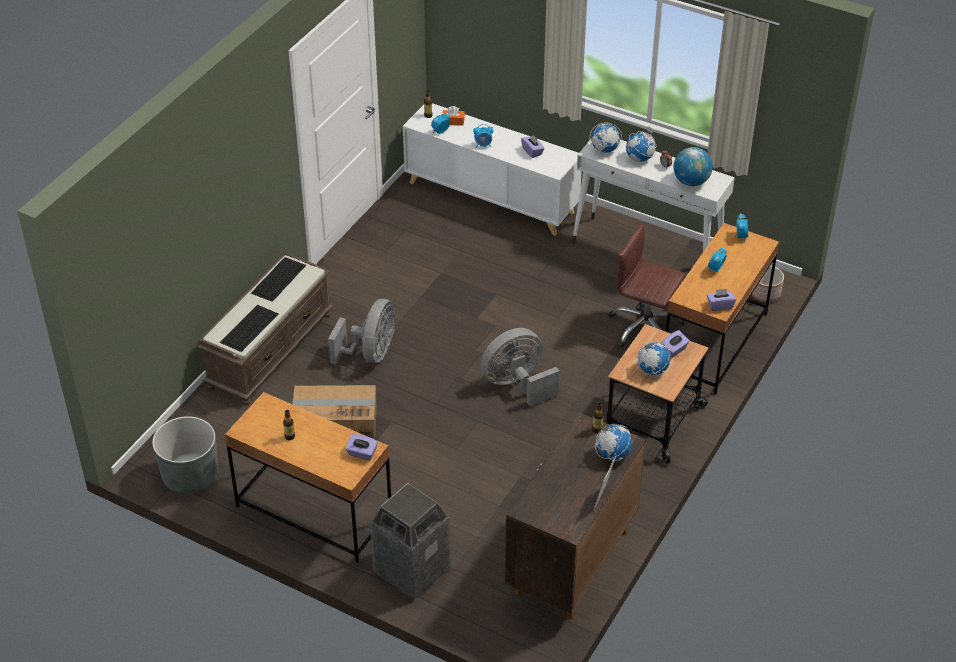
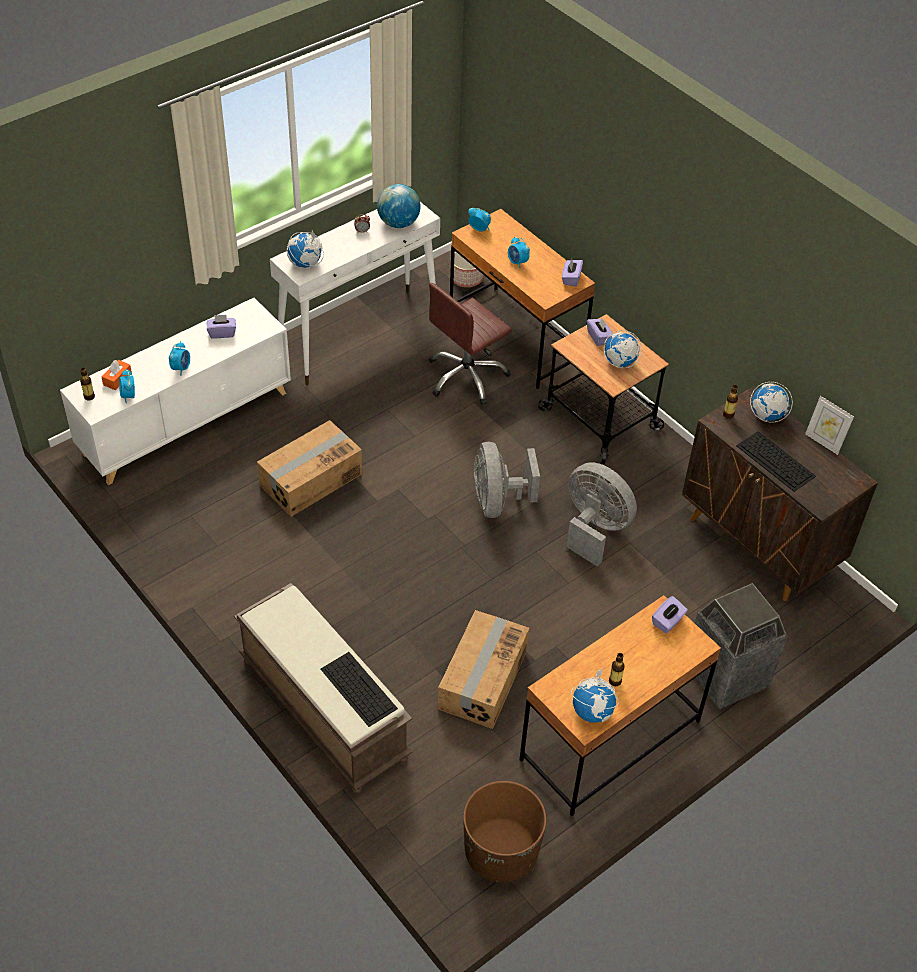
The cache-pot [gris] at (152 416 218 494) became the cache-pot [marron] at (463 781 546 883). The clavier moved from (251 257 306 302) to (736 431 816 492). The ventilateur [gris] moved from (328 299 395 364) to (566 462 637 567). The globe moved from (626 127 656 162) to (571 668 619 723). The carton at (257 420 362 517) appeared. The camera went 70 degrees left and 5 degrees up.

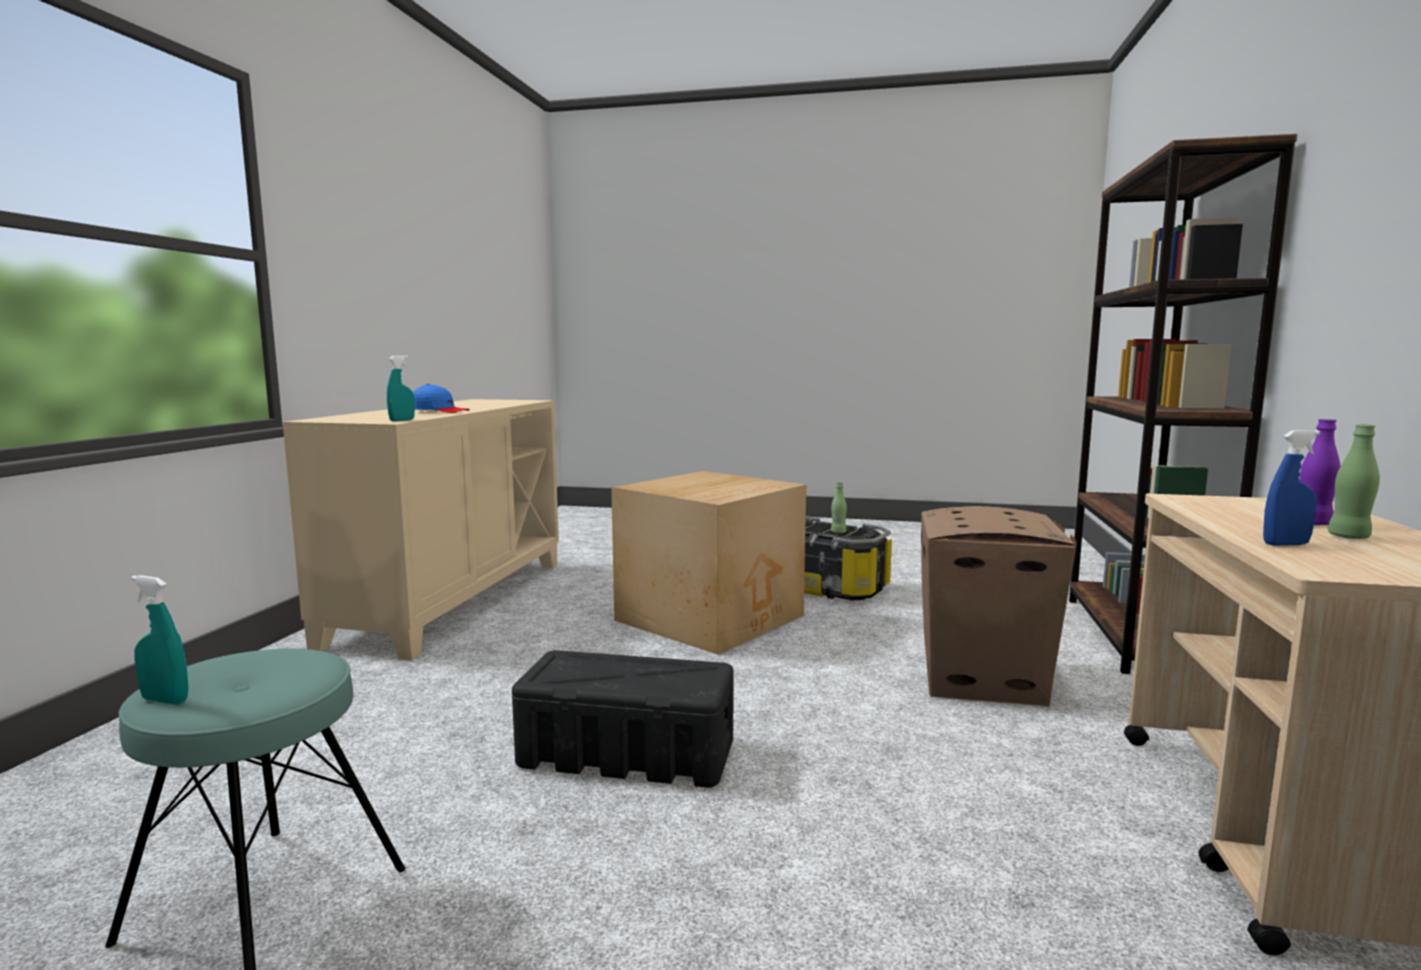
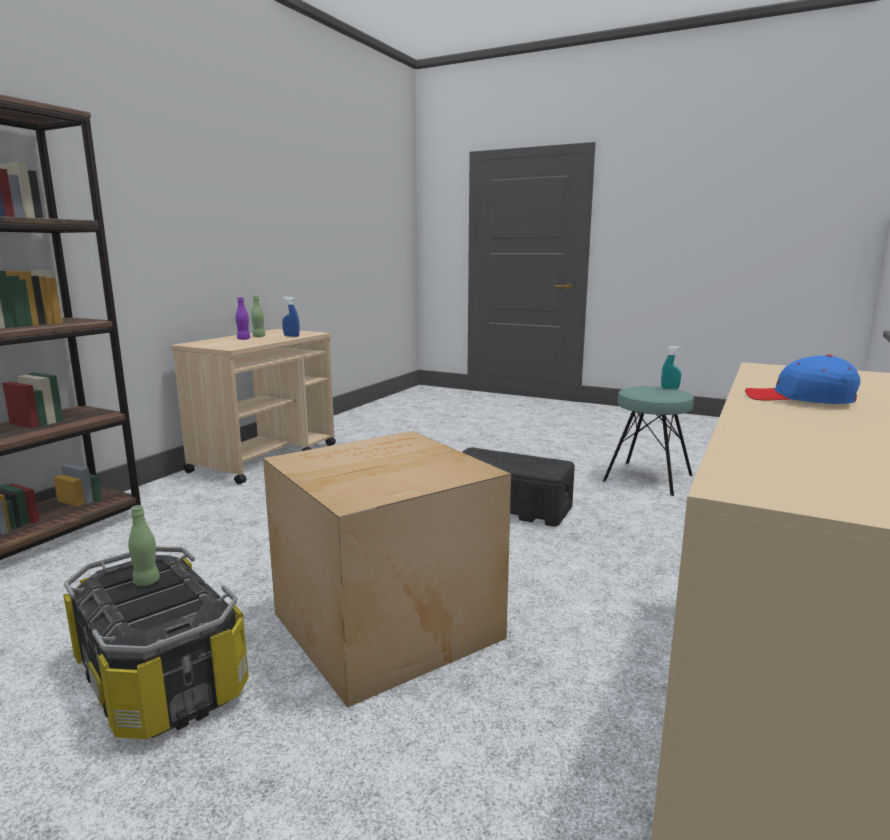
The vaporisateur [turquoise] at (387 355 415 421) disappeared. The carton at (921 506 1077 707) disappeared. The camera went 165 degrees left and 5 degrees up.

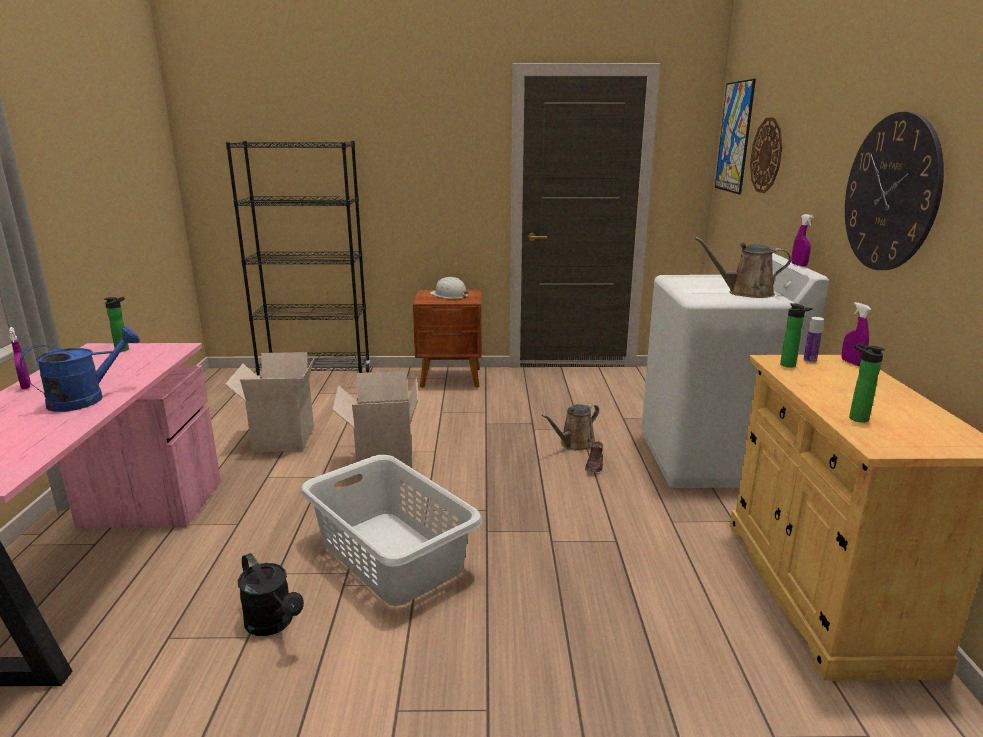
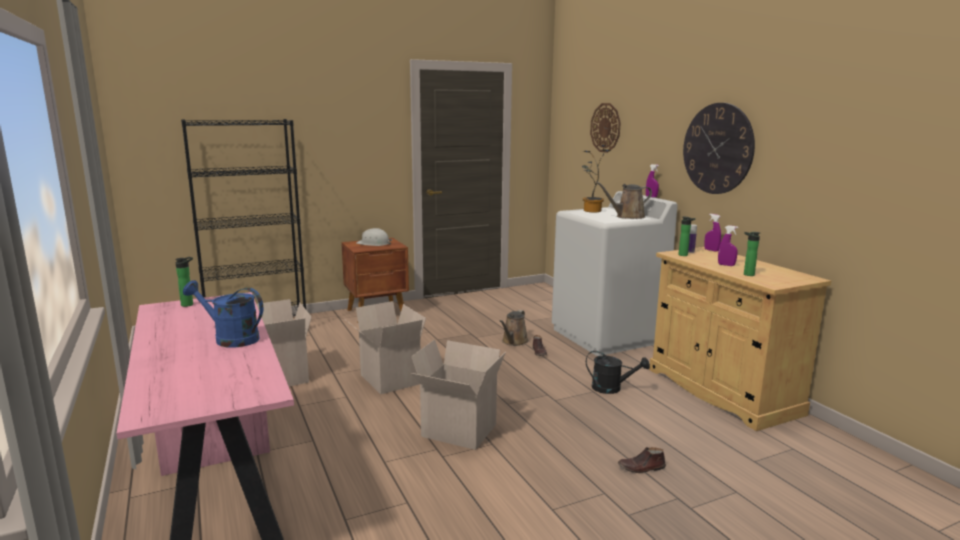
The vaporisateur [violet] moved from (9 327 31 389) to (718 225 738 266). The arrosoir [bleu] at (20 327 140 412) turned 90 degrees counterclockwise. The arrosoir [noir] moved from (238 553 304 636) to (586 351 650 394). The panier à linge [gris] at (300 455 482 606) was replaced by the carton at (411 339 506 450). The tableau at (715 79 756 194) disappeared. The plante en pot at (582 145 611 212) appeared. The chaussure [marron] at (618 447 666 473) appeared. The camera went 25 degrees left and 5 degrees down.

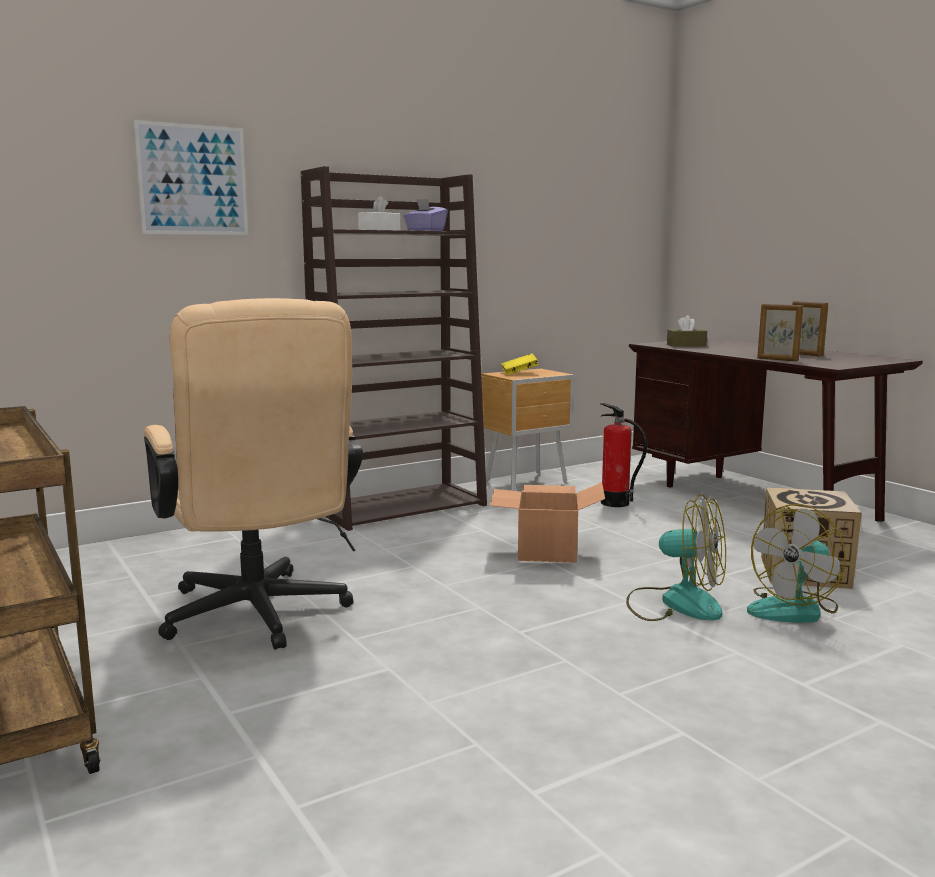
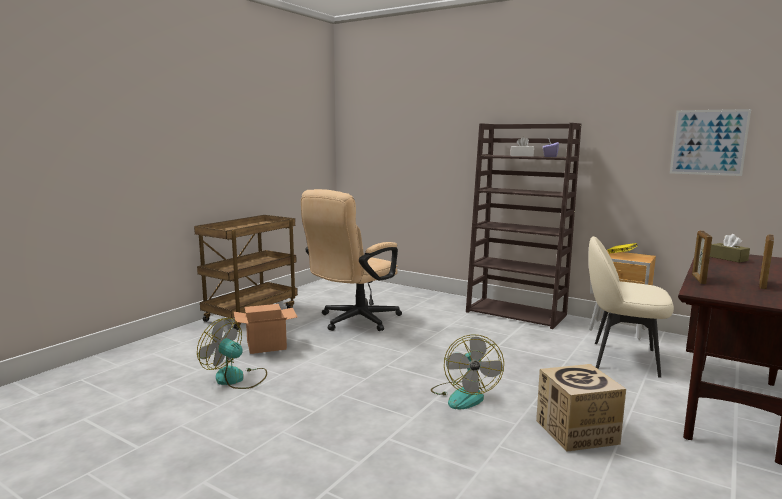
The tableau moved from (134 120 248 235) to (670 109 751 176). The carton moved from (490 482 605 563) to (234 304 298 354). The extincteur at (600 403 647 507) was replaced by the chaise [beige] at (588 236 674 378). The ventilateur moved from (747 504 845 623) to (197 318 267 389). The camera went 65 degrees right and 0 degrees up.

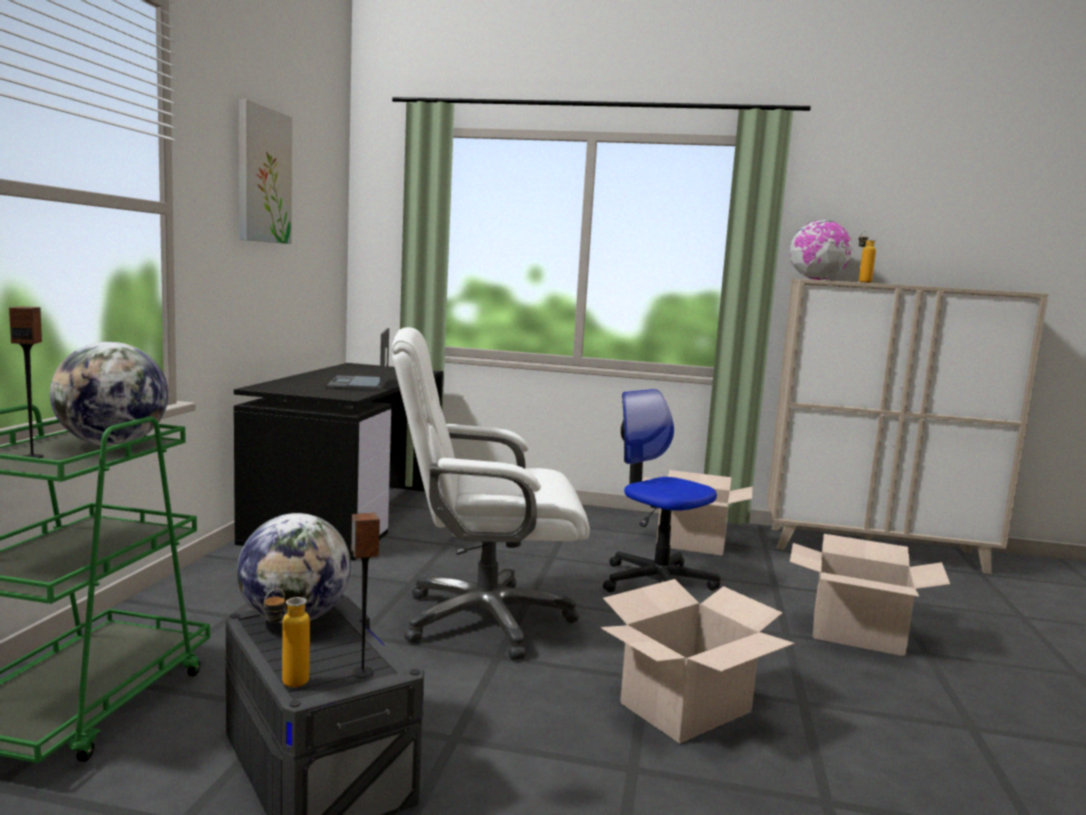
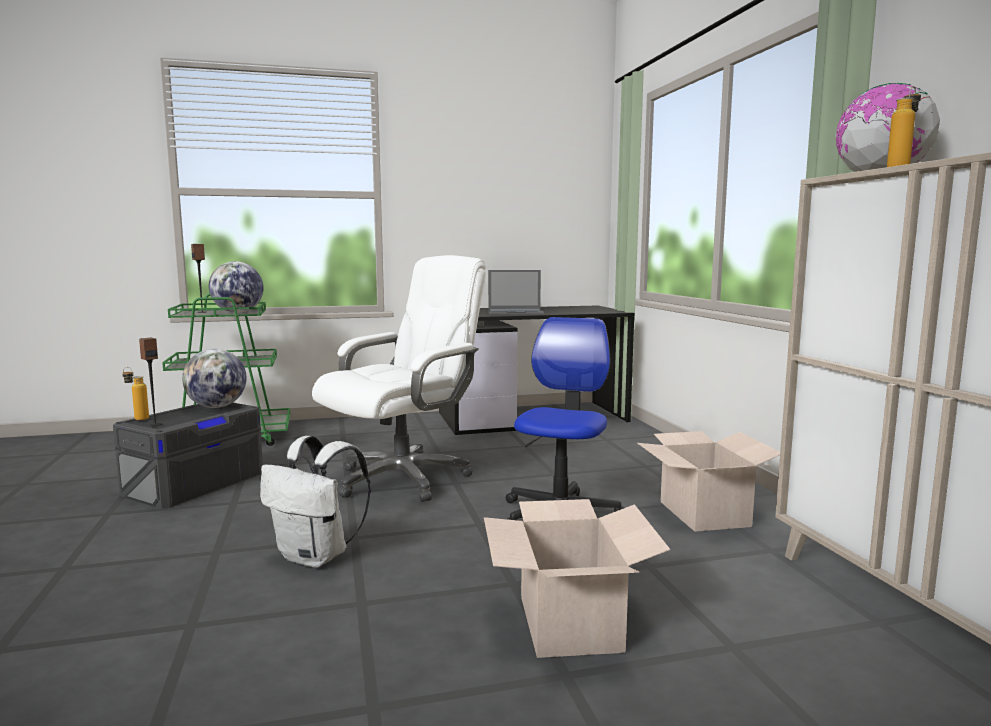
The tableau at (239 99 292 244) disappeared. The ordinateur portable at (326 328 389 390) turned 150 degrees counterclockwise. The chaise de bureau [blanc] at (392 327 590 660) turned 75 degrees clockwise. The carton at (600 579 795 743) was replaced by the sac à dos [blanc] at (260 436 371 568). The camera went 65 degrees right and 0 degrees up.

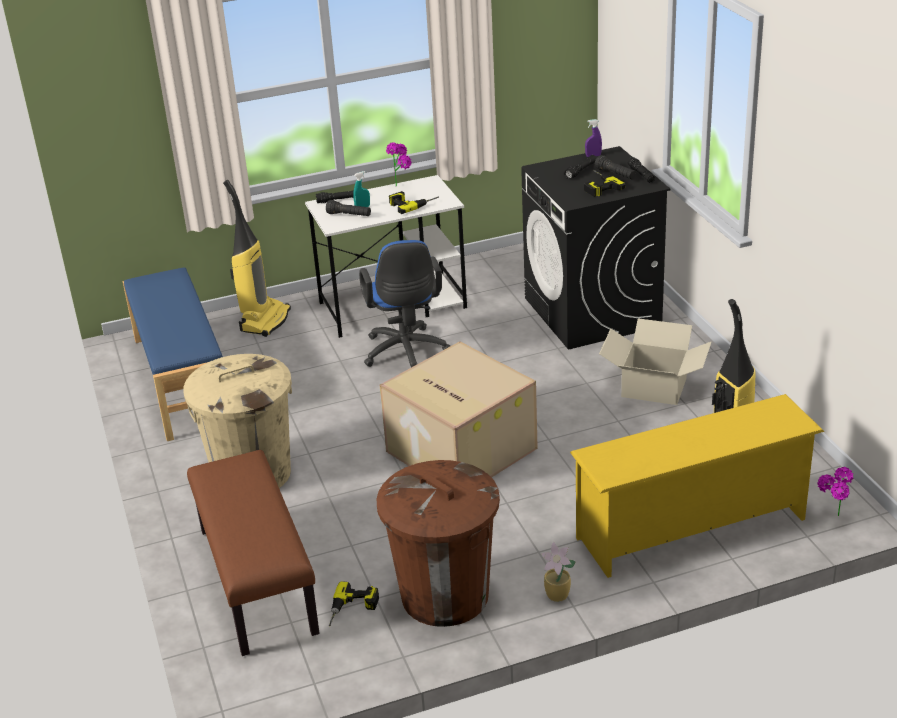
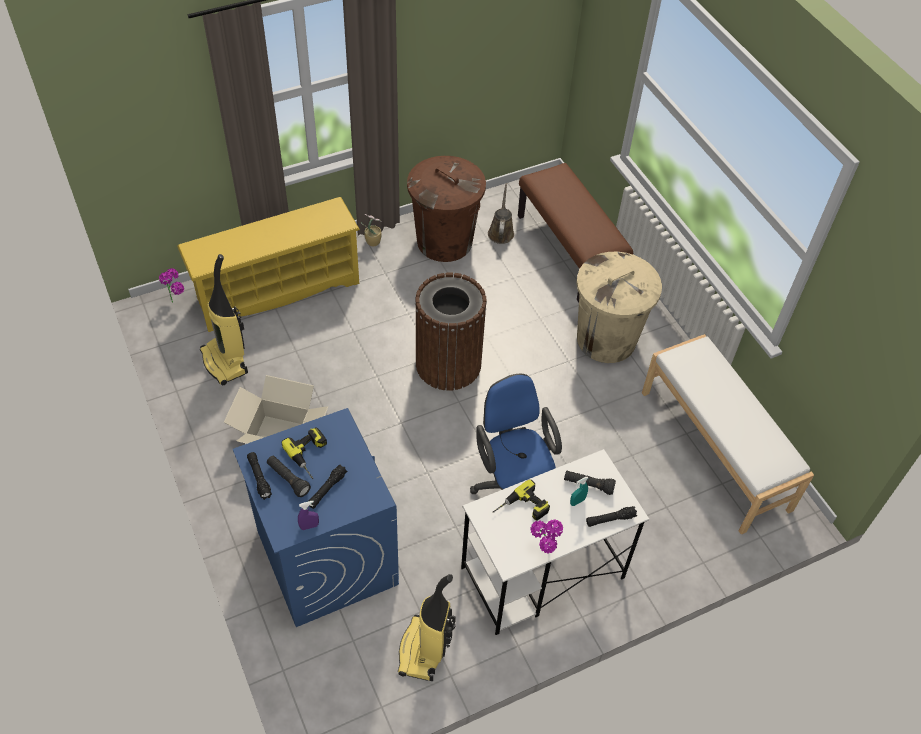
The banc [bleu] at (123 267 223 441) became the banc [blanc] at (642 334 814 535). The aspirateur moved from (223 180 291 337) to (398 574 456 681). The perceuse at (329 581 379 627) was replaced by the arrosoir [marron] at (488 183 514 244). The carton at (380 341 538 478) was replaced by the poubelle [marron] at (415 272 487 391). The lave-linge [noir] at (521 146 671 349) became the lave-linge [bleu] at (233 408 399 627). The camera went 170 degrees right and 20 degrees up.

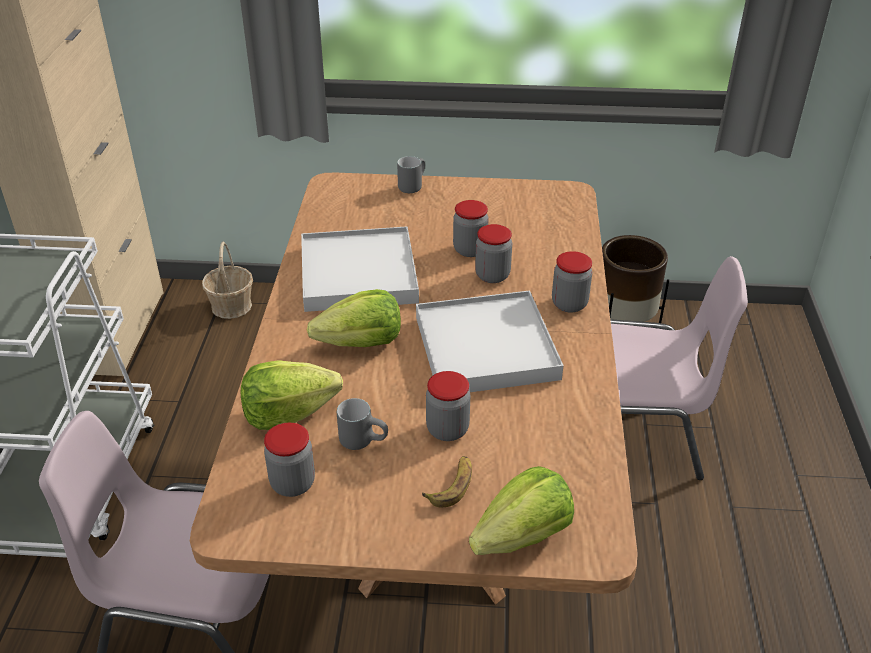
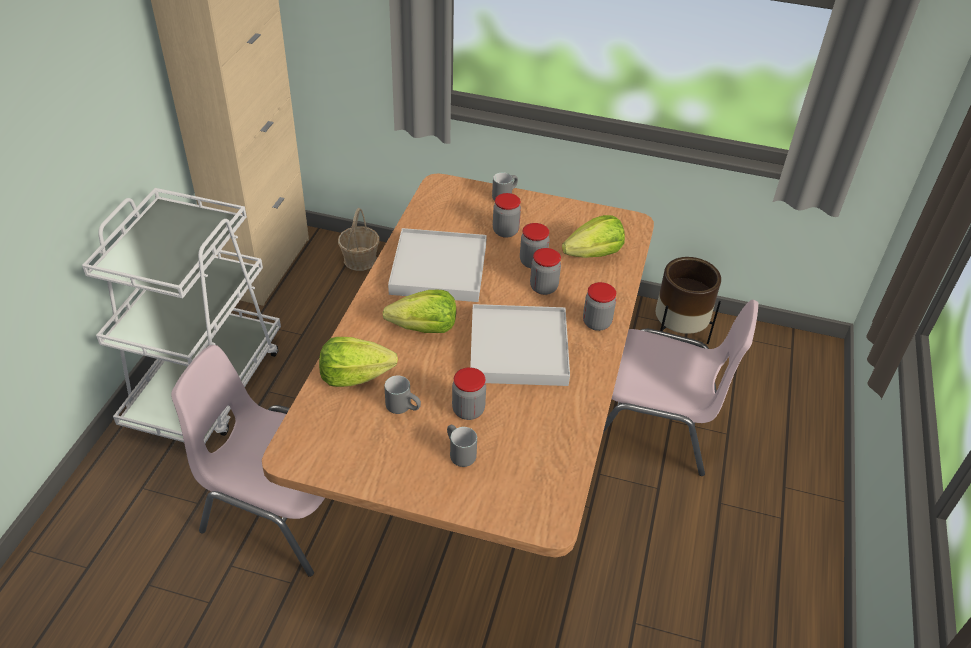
The bocal moved from (264 423 315 497) to (493 193 521 238). The banane at (422 456 472 507) was replaced by the mug [gris] at (447 425 477 467). The laitue moved from (469 466 574 555) to (562 215 625 258). The camera went 10 degrees right and 5 degrees up.

